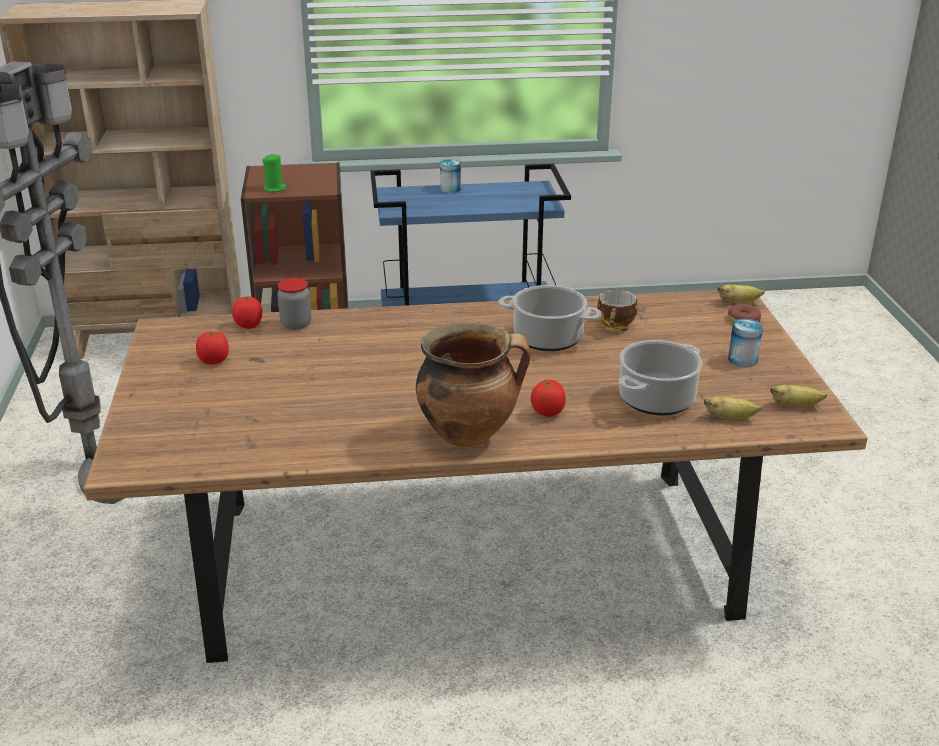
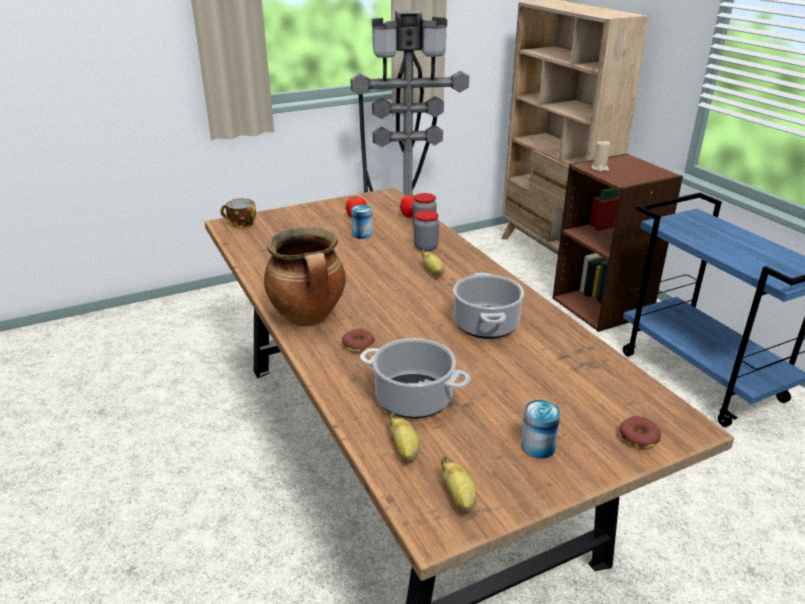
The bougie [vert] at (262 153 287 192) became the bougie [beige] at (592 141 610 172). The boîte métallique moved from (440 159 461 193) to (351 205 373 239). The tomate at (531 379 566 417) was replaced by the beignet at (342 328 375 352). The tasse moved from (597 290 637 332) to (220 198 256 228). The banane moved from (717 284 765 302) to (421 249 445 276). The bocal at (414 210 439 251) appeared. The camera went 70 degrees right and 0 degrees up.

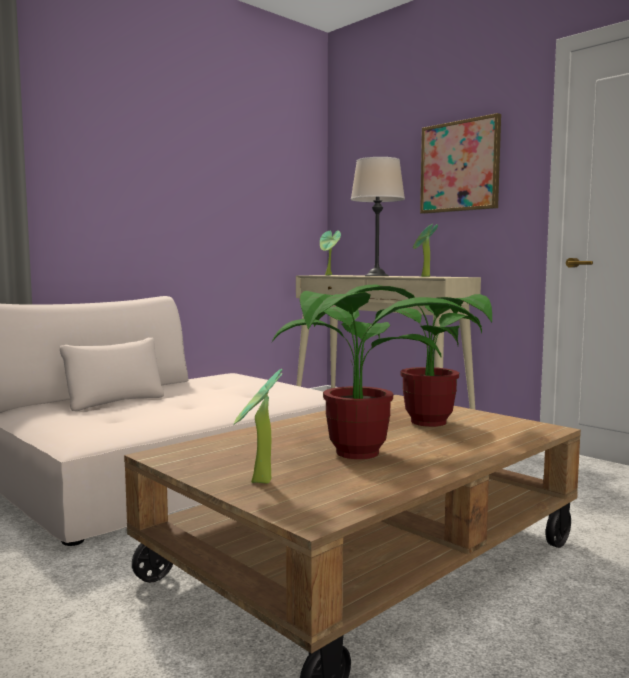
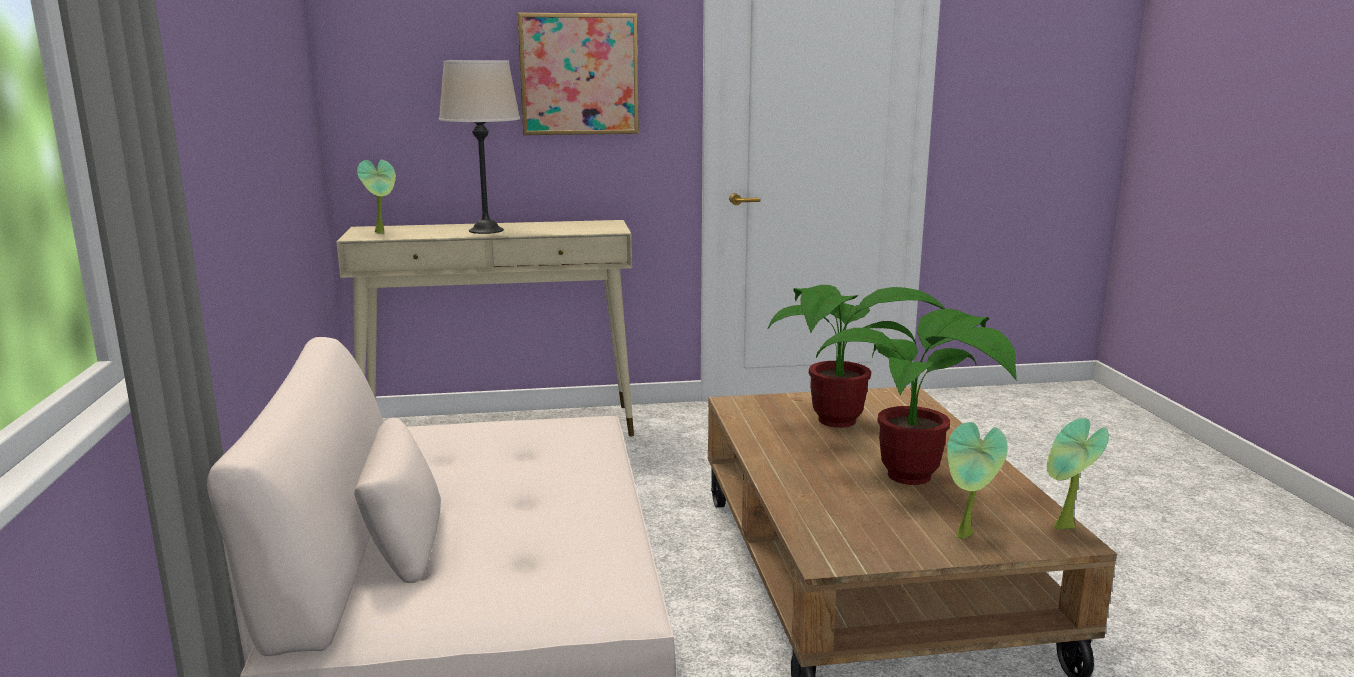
The plante en pot moved from (413 224 438 277) to (1047 418 1109 530). The camera went 55 degrees left and 10 degrees up.

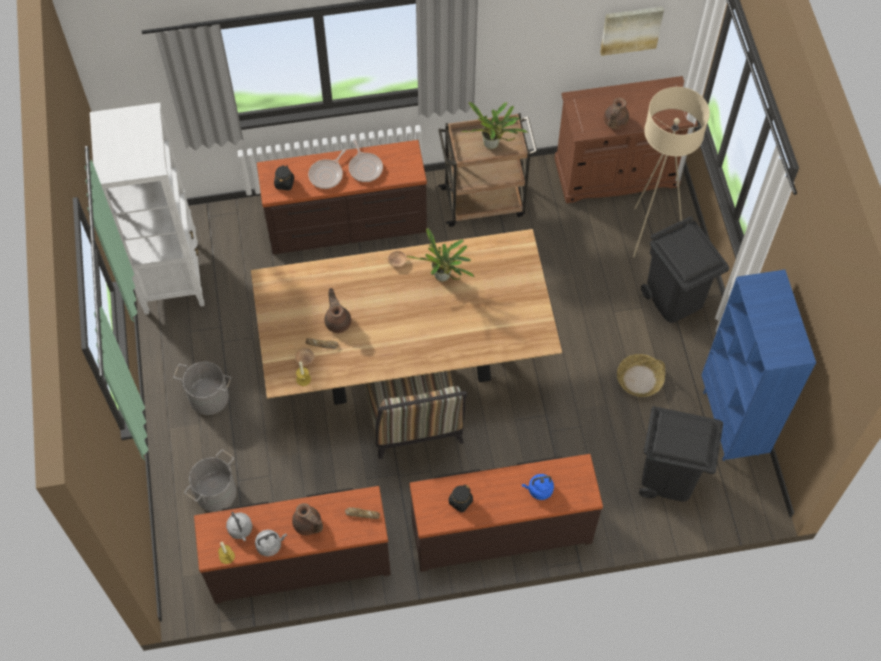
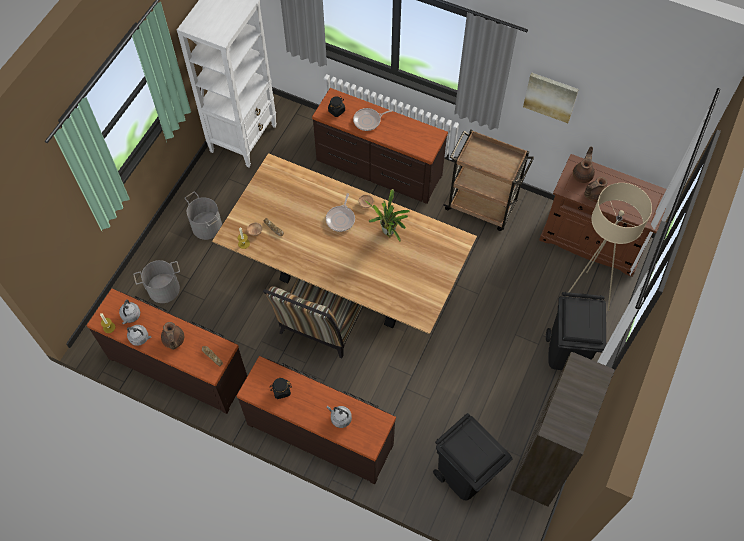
The théière [marron] moved from (324 288 351 333) to (573 146 595 183). The poêle moved from (349 139 383 182) to (326 193 355 232). The plante en pot at (460 102 528 149) disappeared. The bouilloire [bleu] at (522 474 554 500) became the bouilloire [gris] at (327 406 352 428). The tableau moved from (600 6 664 56) to (523 73 579 123). The panier at (617 354 665 397) disappeared. The bibliothèque [bleu] at (702 270 816 461) became the bibliothèque [marron] at (511 352 615 507). The camera went 35 degrees right and 0 degrees up.

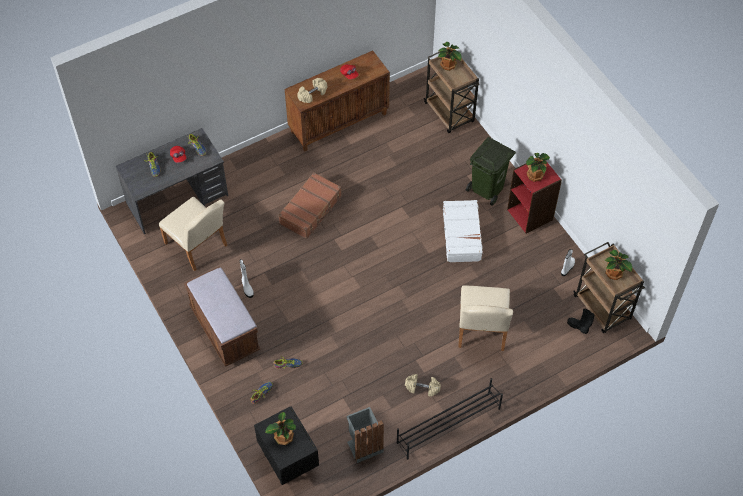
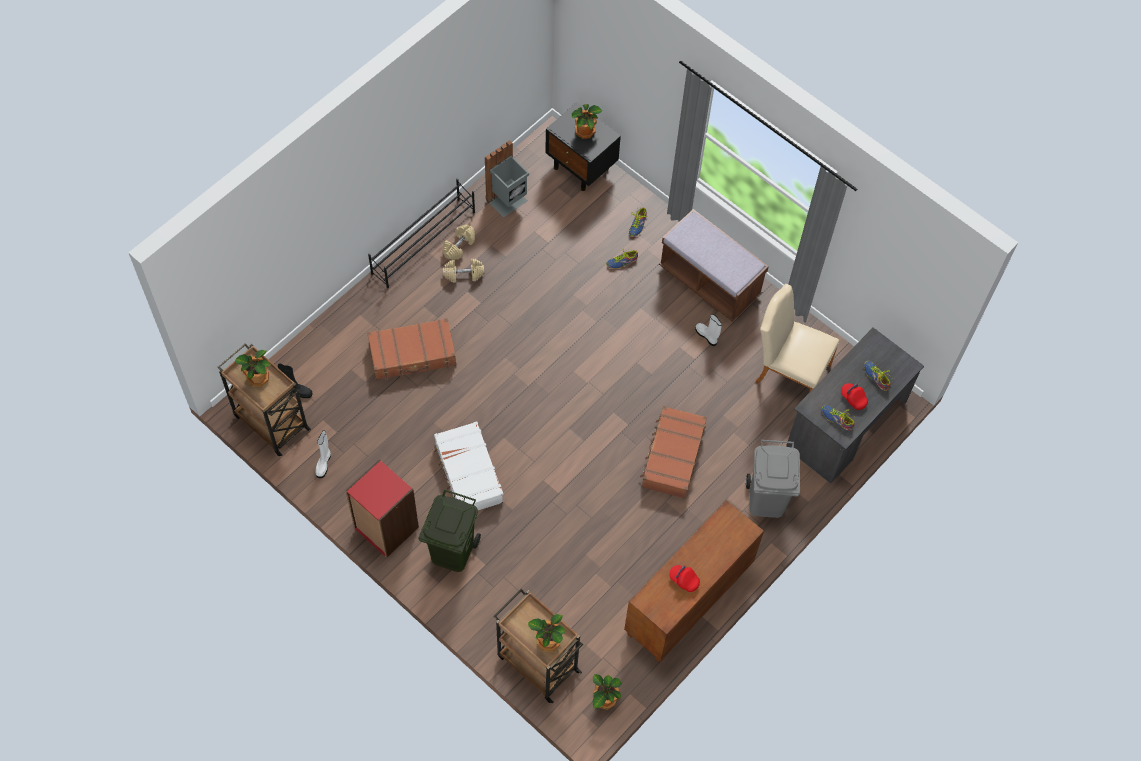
The haltère [beige] moved from (297 78 327 103) to (443 225 475 260). The chaise [beige] at (458 285 513 351) was replaced by the valise [marron] at (367 318 456 380). The plante en pot moved from (526 153 550 182) to (593 674 622 710). The poubelle [gris] at (746 439 800 518) appeared. The camera went 160 degrees right and 5 degrees up.

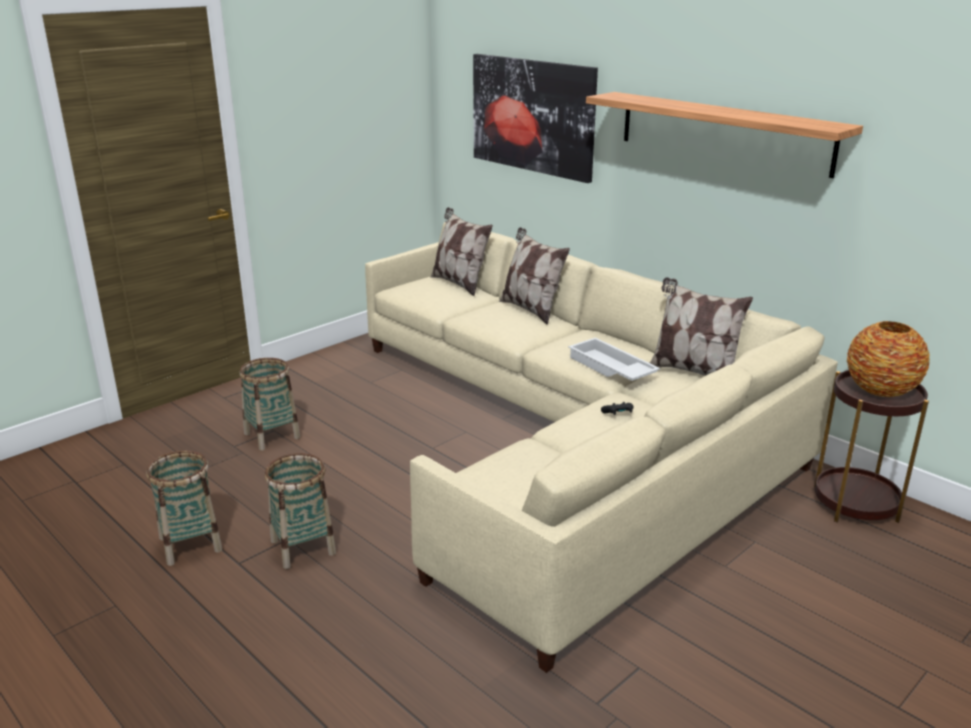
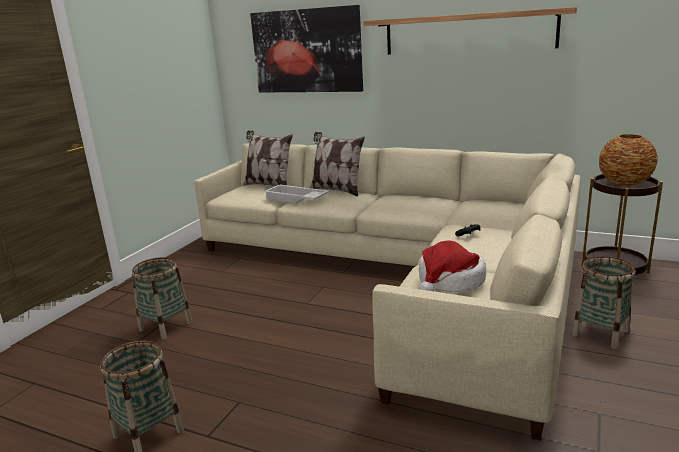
The panier moved from (265 453 336 569) to (572 256 636 349). The plateau [blanc] moved from (568 338 660 381) to (264 185 329 203). The coussin at (650 277 753 376) disappeared. The chapeau at (419 240 486 292) appeared. The camera went 20 degrees left and 5 degrees down.

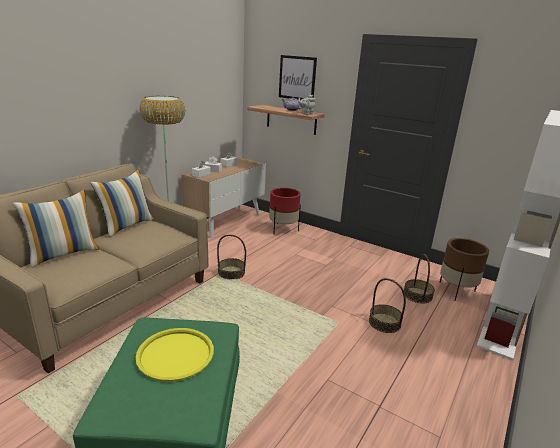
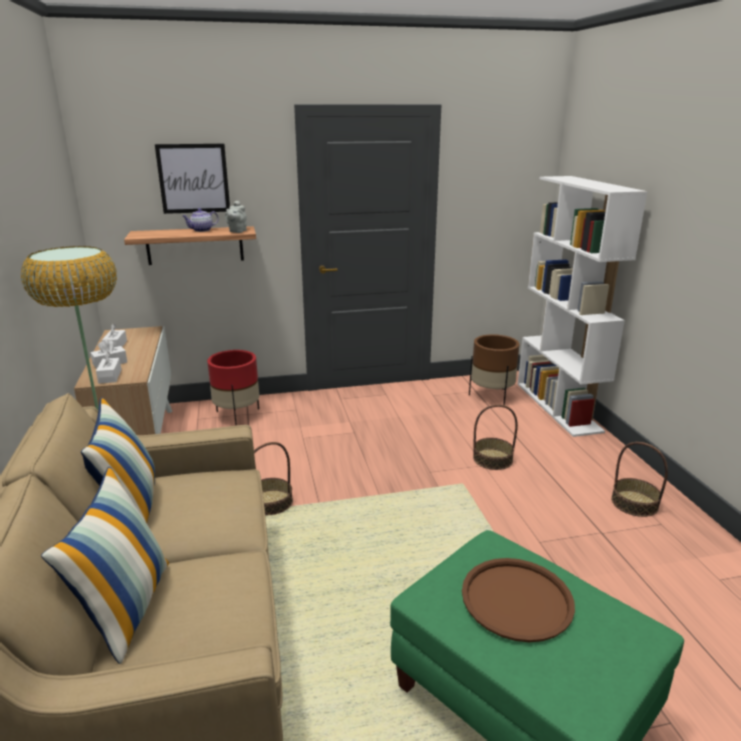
The plateau [jaune] at (136 328 214 382) became the plateau [marron] at (462 558 575 642). The panier moved from (404 254 435 303) to (611 442 668 517). The camera went 45 degrees left and 0 degrees up.

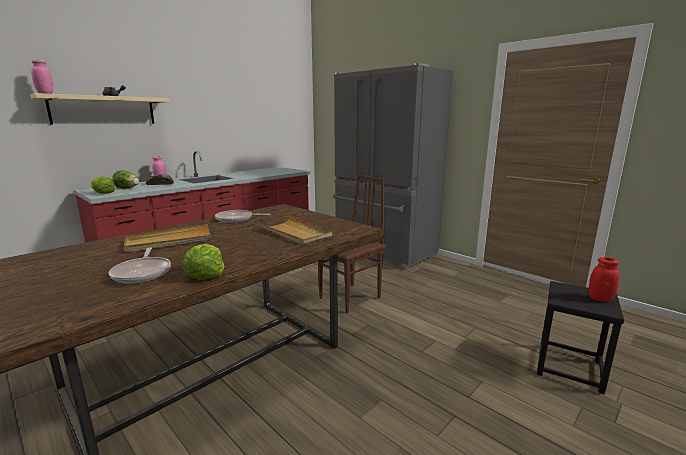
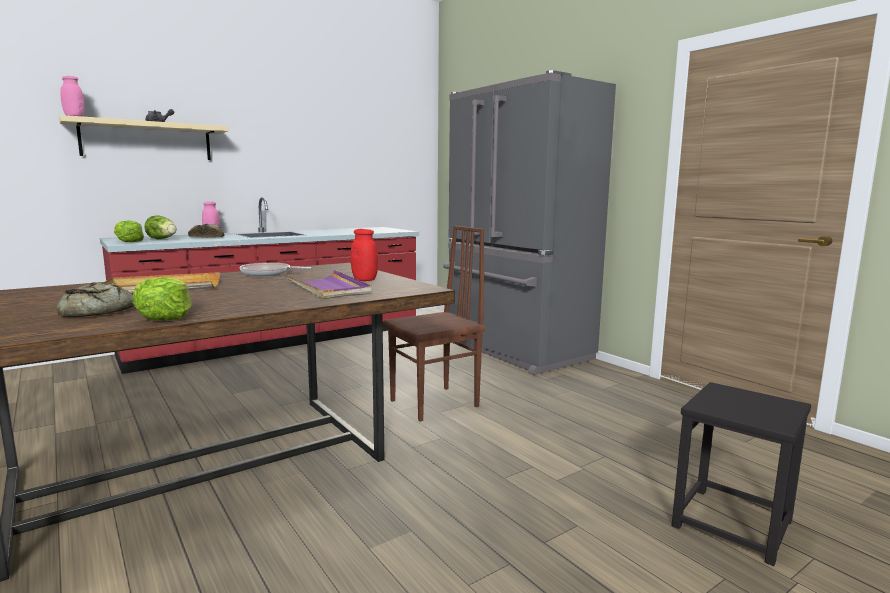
The poêle at (108 247 171 283) was replaced by the pain at (56 282 134 317). The plateau [beige] at (258 216 332 245) became the plateau [violet] at (284 270 372 299). The bocal [rouge] moved from (589 257 619 302) to (351 229 378 281). The camera went 10 degrees right and 5 degrees down.

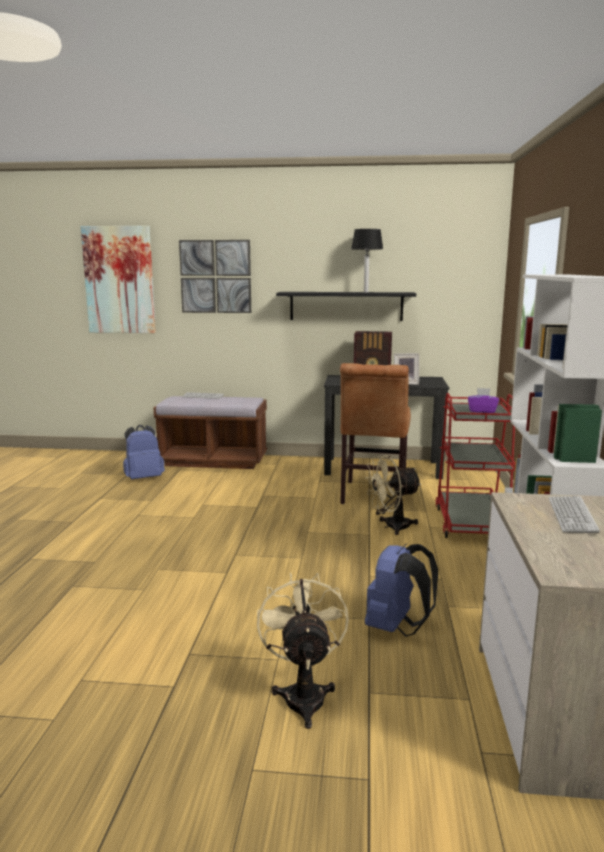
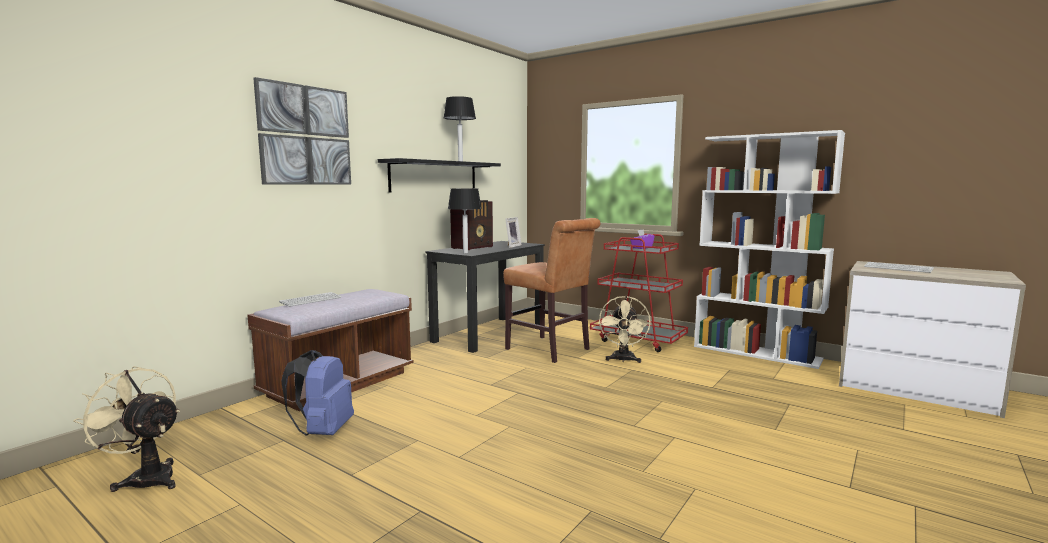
The tableau at (81 226 156 333) disappeared. The ventilateur [beige] moved from (257 573 349 729) to (74 366 180 492). The sac à dos [bleu] at (365 543 438 636) disappeared. The lampe de table at (448 188 482 253) appeared. The camera went 60 degrees left and 5 degrees down.

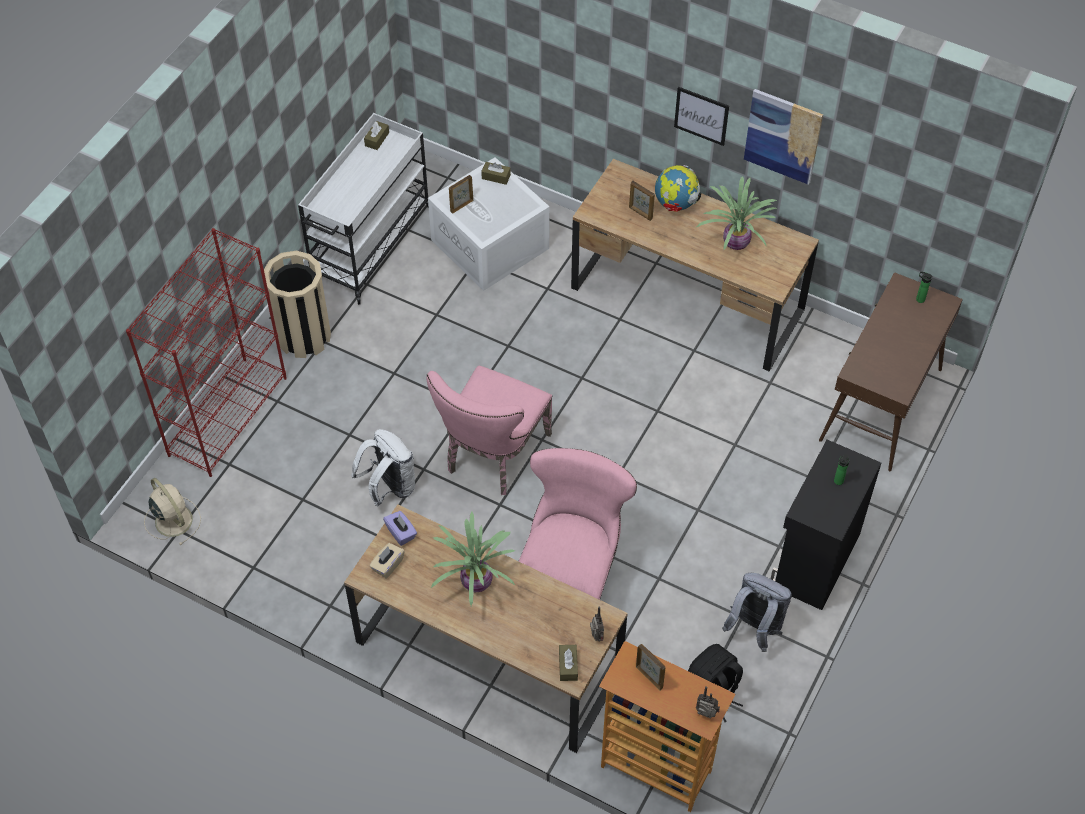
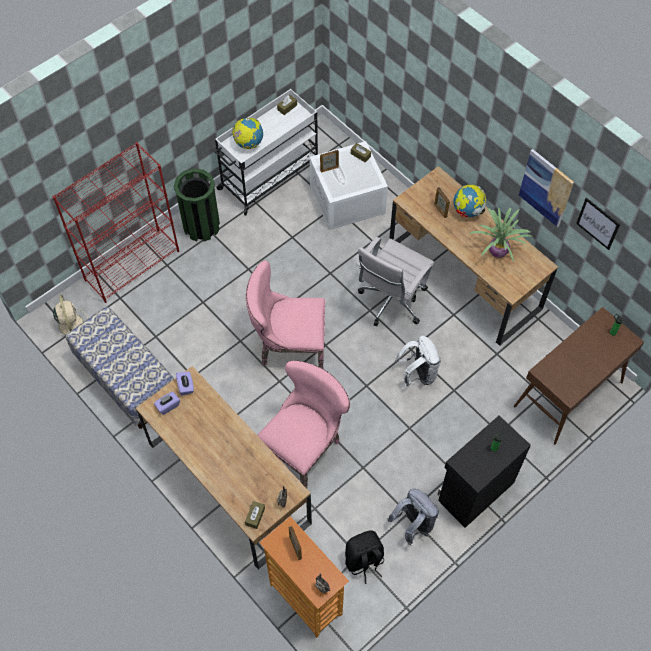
The poubelle [beige] at (264 251 331 358) became the poubelle [vert] at (174 169 220 241). The sac à dos [blanc] moved from (351 429 415 507) to (395 336 441 387). The boîte à mouchoirs [beige] at (369 543 405 578) became the boîte à mouchoirs [violet] at (154 391 180 415). The chaise [rose] at (427 366 552 495) turned 45 degrees clockwise. The plante en pot at (431 511 515 606) disappeared. The tableau moved from (674 87 729 146) to (576 198 620 250). The banc at (66 306 174 429) appeared. The globe at (232 118 263 149) appeared. The chaise de bureau [blanc] at (356 236 434 326) appeared. The camera went 20 degrees right and 5 degrees up.

